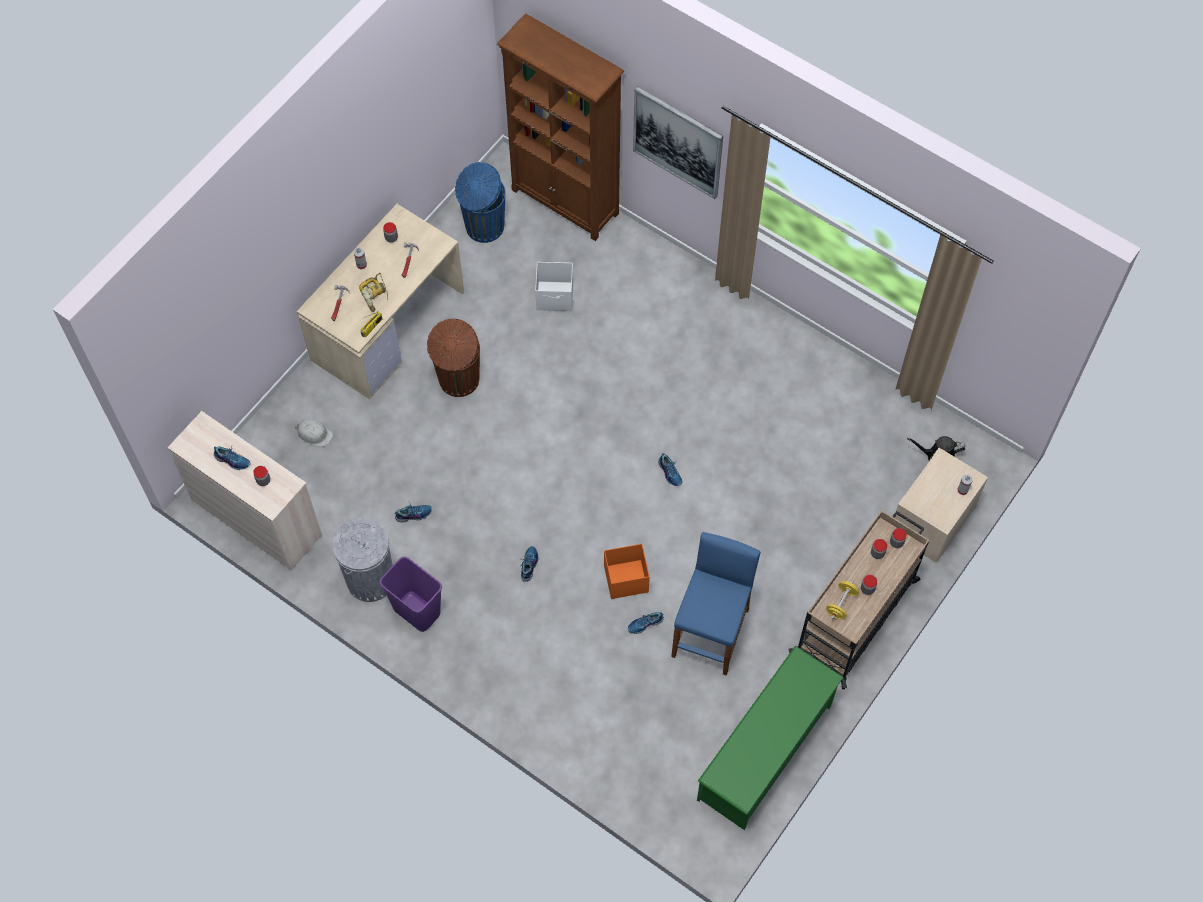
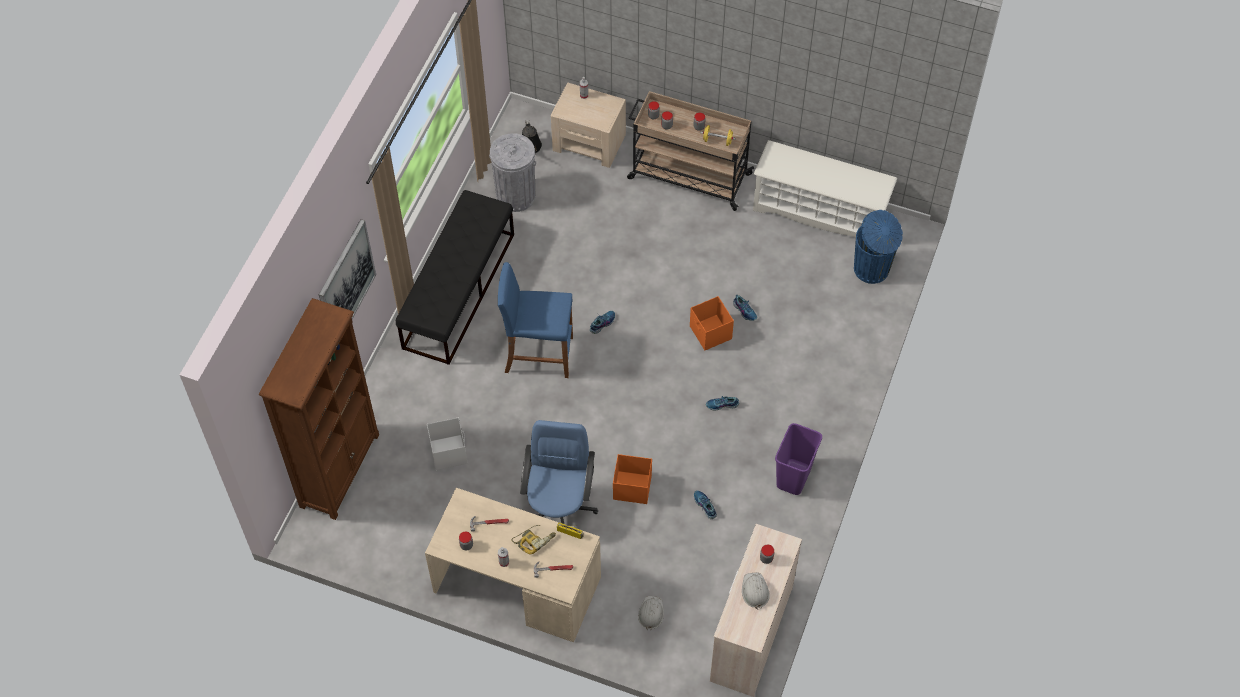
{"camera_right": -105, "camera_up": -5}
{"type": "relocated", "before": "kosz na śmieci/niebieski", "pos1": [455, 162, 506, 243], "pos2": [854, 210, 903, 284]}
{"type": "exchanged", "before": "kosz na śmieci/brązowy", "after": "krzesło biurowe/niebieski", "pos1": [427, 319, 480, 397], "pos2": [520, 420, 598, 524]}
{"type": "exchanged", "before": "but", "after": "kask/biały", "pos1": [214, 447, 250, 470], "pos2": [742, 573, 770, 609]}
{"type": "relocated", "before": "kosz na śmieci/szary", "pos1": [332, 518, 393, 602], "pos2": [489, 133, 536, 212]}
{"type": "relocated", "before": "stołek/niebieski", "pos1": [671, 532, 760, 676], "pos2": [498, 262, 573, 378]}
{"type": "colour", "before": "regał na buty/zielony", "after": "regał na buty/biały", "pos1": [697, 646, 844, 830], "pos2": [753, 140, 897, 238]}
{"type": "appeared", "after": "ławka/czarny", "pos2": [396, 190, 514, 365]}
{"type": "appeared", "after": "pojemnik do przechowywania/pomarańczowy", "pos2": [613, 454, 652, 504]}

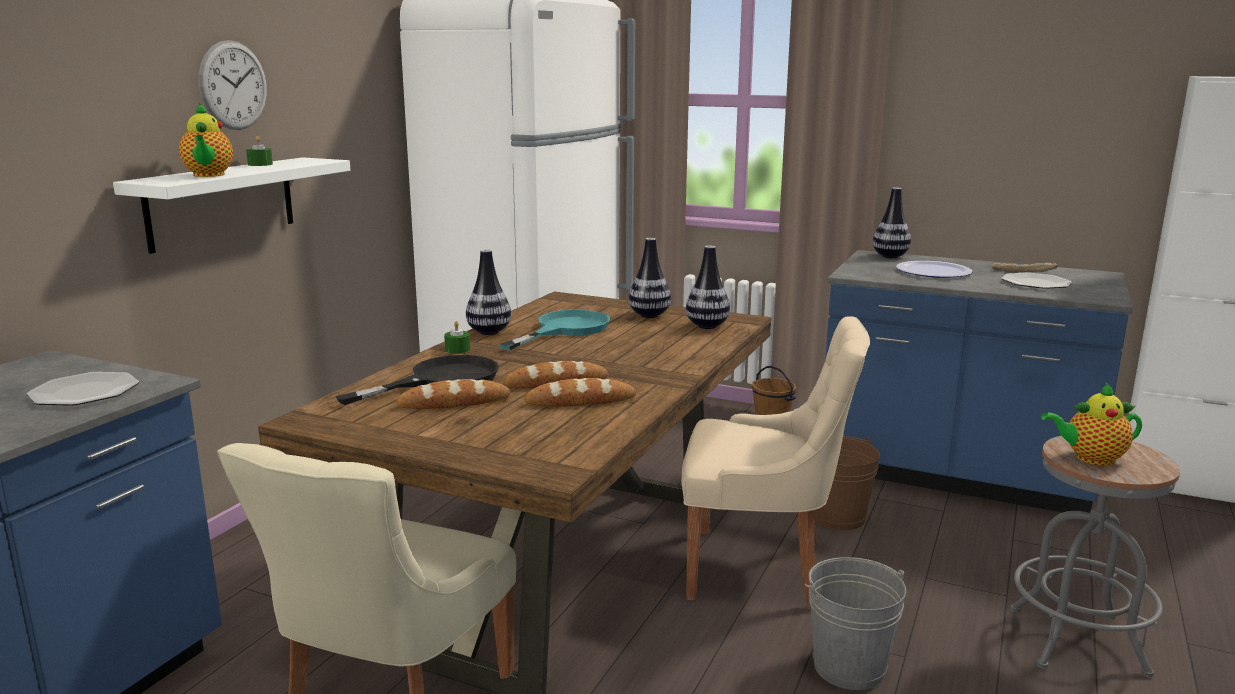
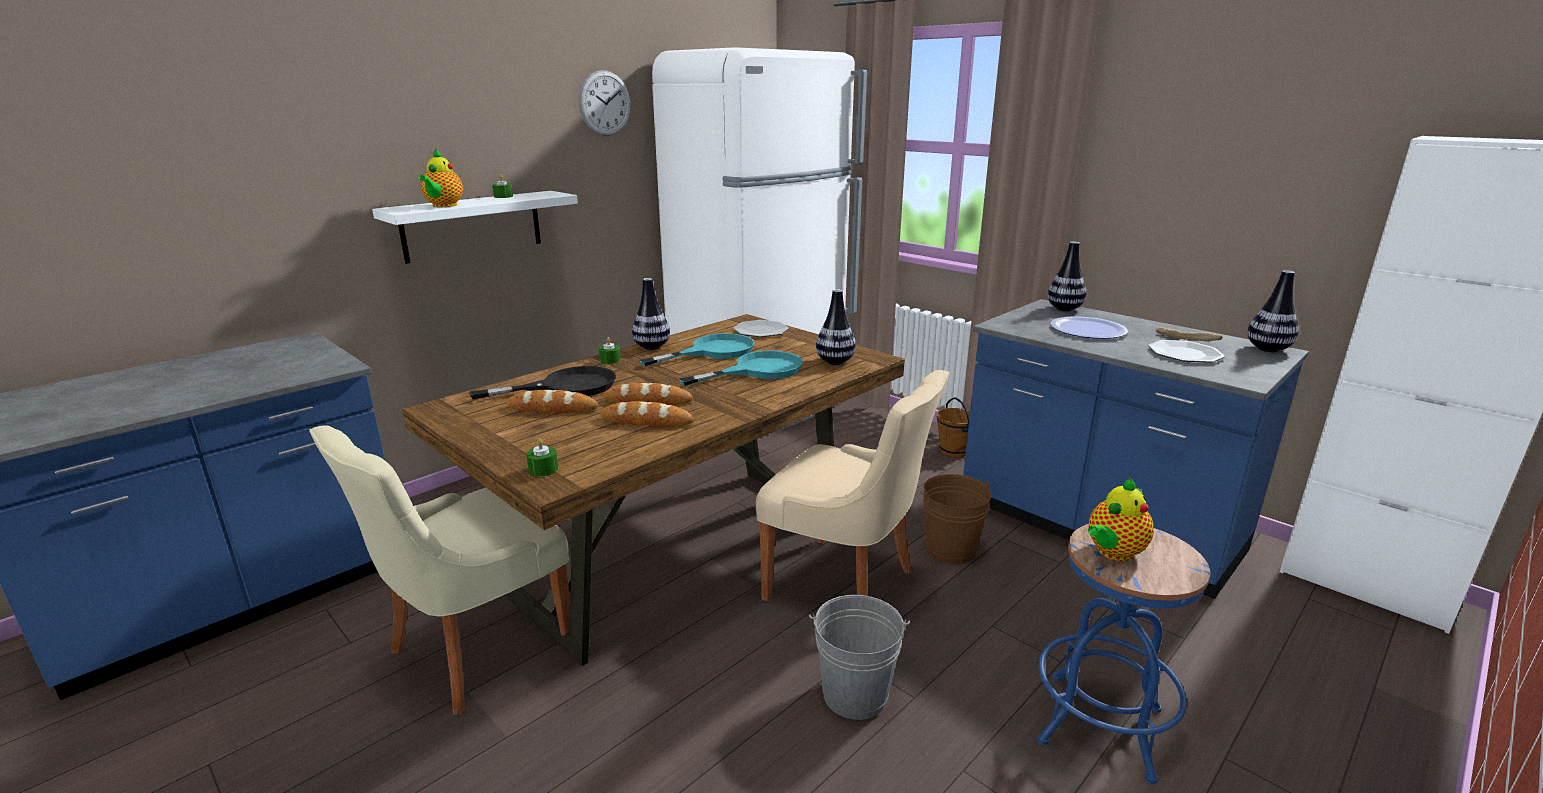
{"camera_right": 20, "camera_up": 5}
{"type": "relocated", "before": "zegar ścienny", "pos1": [199, 40, 267, 130], "pos2": [579, 70, 631, 136]}
{"type": "relocated", "before": "wazon", "pos1": [629, 238, 671, 318], "pos2": [1247, 270, 1299, 352]}
{"type": "relocated", "before": "talerz", "pos1": [27, 372, 139, 406], "pos2": [733, 320, 789, 337]}
{"type": "spun", "before": "imbryk", "pos1": [1041, 383, 1142, 466], "pos2": [1088, 477, 1154, 561], "turn": -60}
{"type": "colour", "before": "stołek/szary", "after": "stołek/niebieski", "pos1": [1010, 436, 1180, 678], "pos2": [1037, 524, 1211, 784]}
{"type": "appeared", "after": "patelnia/turkusowy", "pos2": [679, 350, 803, 386]}
{"type": "appeared", "after": "świeca/zielony", "pos2": [526, 438, 558, 477]}

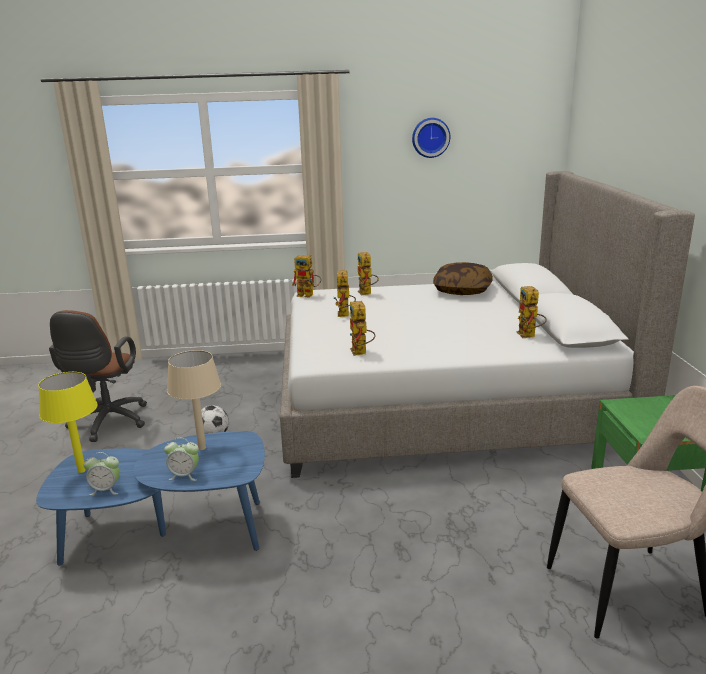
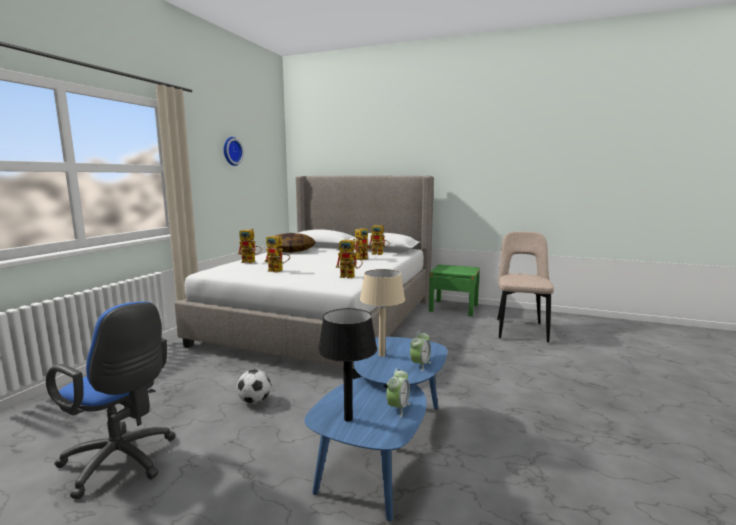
{"camera_right": -65, "camera_up": -10}
{"type": "relocated", "before": "robot zabawkowy", "pos1": [292, 254, 321, 298], "pos2": [355, 227, 372, 260]}
{"type": "colour", "before": "krzesło biurowe/brązowy", "after": "krzesło biurowe/niebieski", "pos1": [49, 310, 147, 442], "pos2": [46, 302, 176, 499]}
{"type": "colour", "before": "lampa stołowa/żółty", "after": "lampa stołowa/czarny", "pos1": [38, 372, 98, 473], "pos2": [318, 308, 377, 422]}

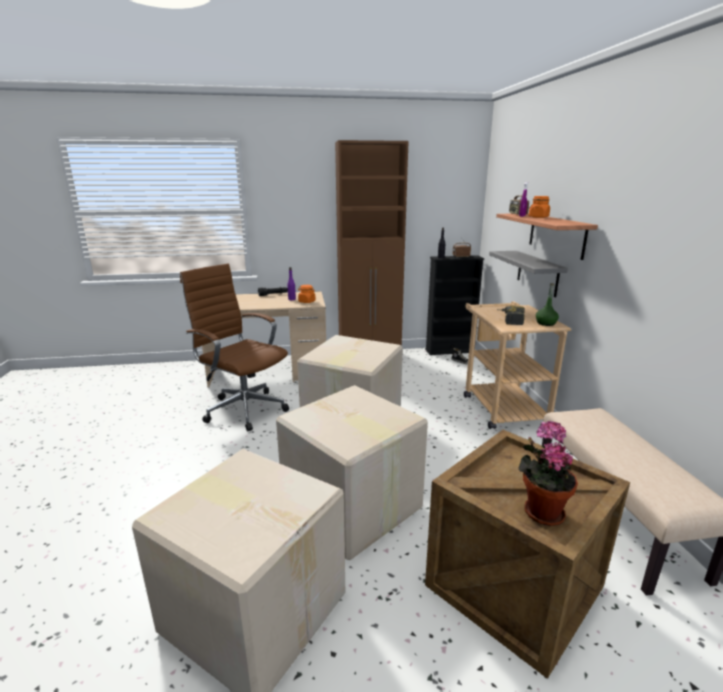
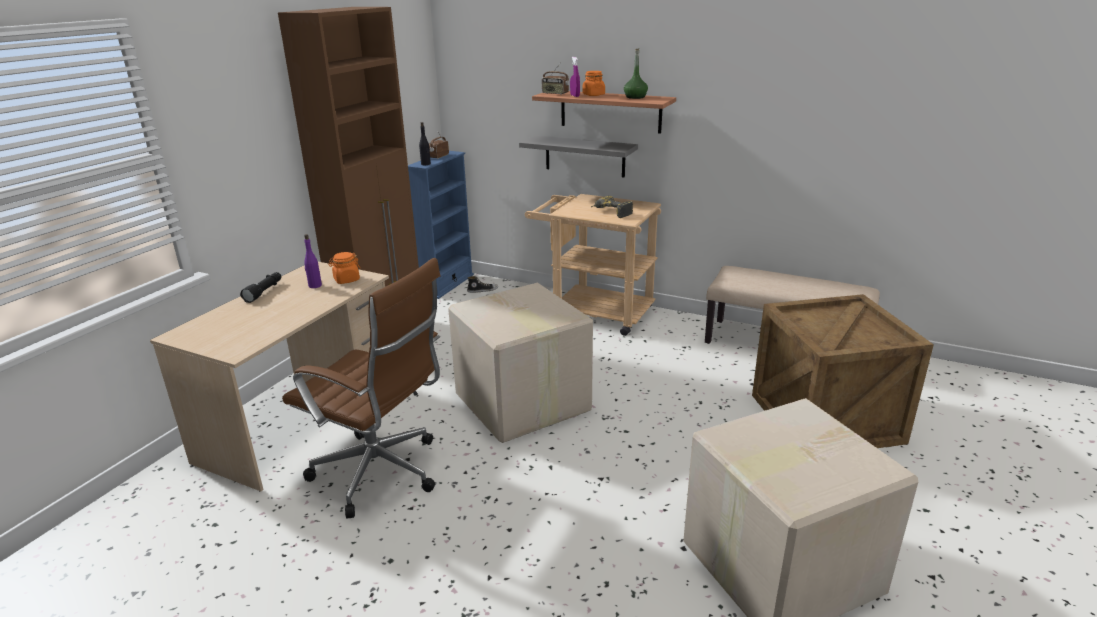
{"camera_right": -55, "camera_up": 5}
{"type": "colour", "before": "regał/czarny", "after": "regał/niebieski", "pos1": [425, 255, 485, 355], "pos2": [408, 151, 474, 299]}
{"type": "spun", "before": "krzesło biurowe/brązowy", "pos1": [180, 264, 289, 431], "pos2": [282, 258, 441, 518], "turn": -135}
{"type": "relocated", "before": "butelka/zielony", "pos1": [536, 283, 559, 326], "pos2": [624, 49, 648, 99]}
{"type": "missing", "before": "karton", "pos1": [276, 385, 428, 560]}
{"type": "missing", "before": "roślina doniczkowa", "pos1": [519, 421, 578, 526]}

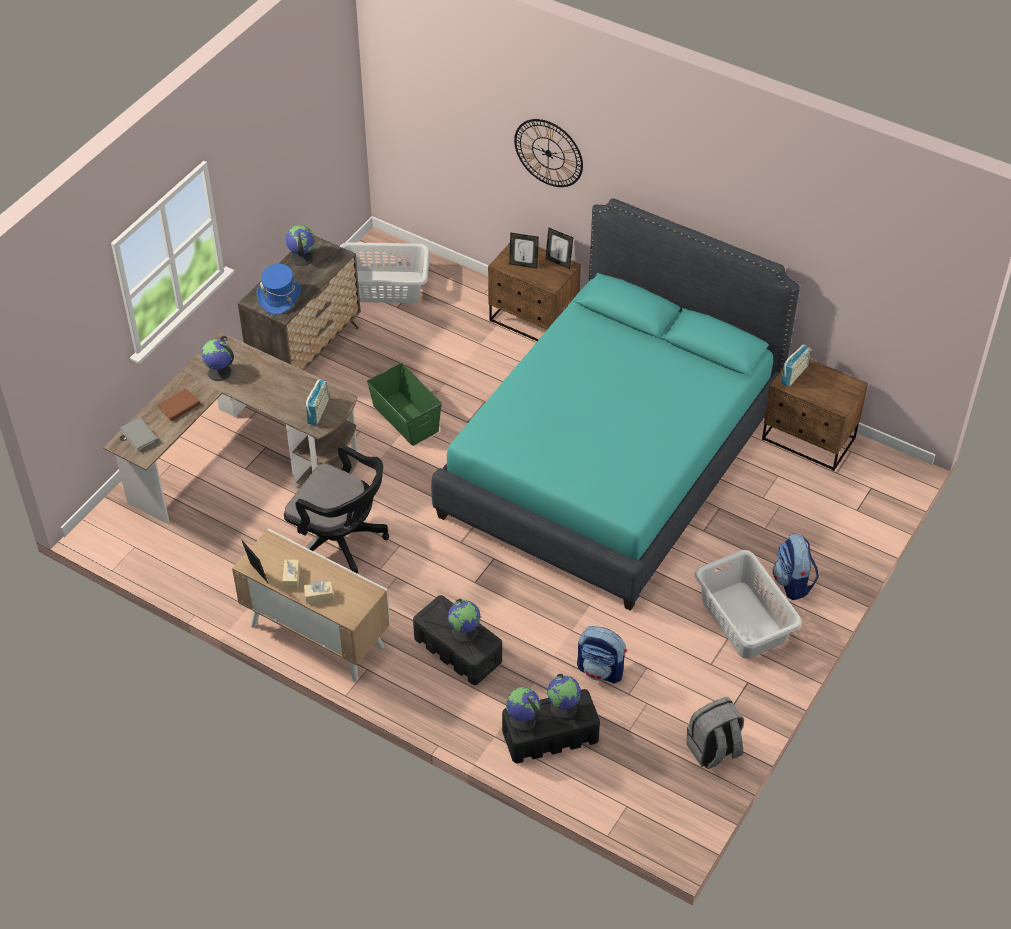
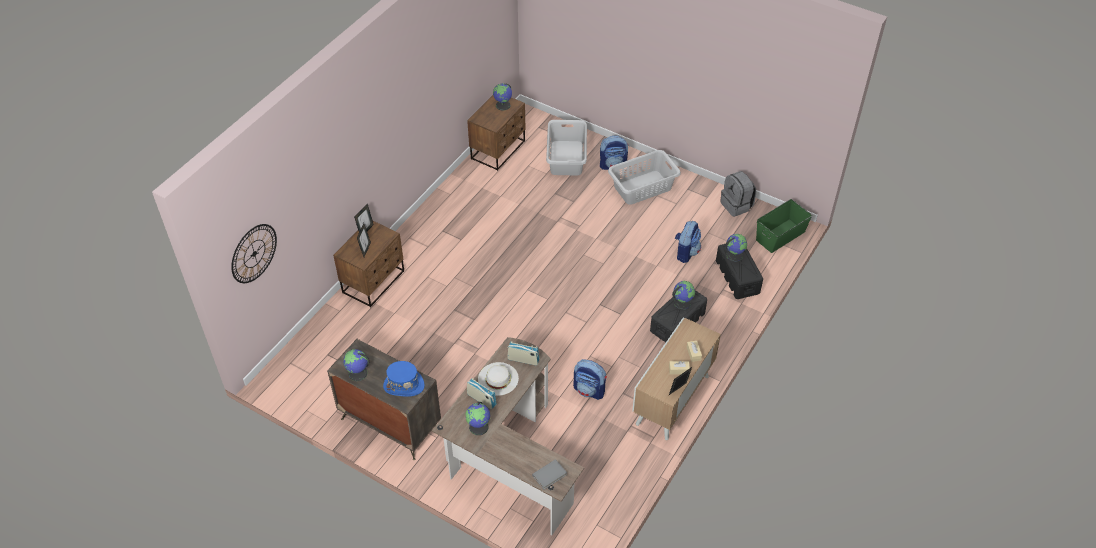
{"camera_right": -90, "camera_up": 0}
{"type": "relocated", "before": "zegar ścienny", "pos1": [514, 119, 583, 187], "pos2": [231, 224, 277, 283]}
{"type": "missing", "before": "łóżko/turkusowy", "pos1": [431, 198, 800, 611]}
{"type": "relocated", "before": "kosz na pranie/szary", "pos1": [340, 242, 430, 303], "pos2": [546, 120, 587, 176]}
{"type": "relocated", "before": "radio", "pos1": [780, 344, 811, 387], "pos2": [467, 378, 497, 409]}
{"type": "relocated", "before": "pojemnik do przechowywania/zielony", "pos1": [367, 363, 442, 446], "pos2": [756, 199, 812, 253]}
{"type": "missing", "before": "książka/brązowy", "pos1": [158, 388, 200, 421]}
{"type": "exchanged", "before": "krzesło biurowe/czarny", "after": "plecak", "pos1": [284, 444, 389, 573], "pos2": [573, 359, 607, 400]}
{"type": "relocated", "before": "globus", "pos1": [506, 687, 541, 732], "pos2": [493, 83, 512, 110]}
{"type": "appeared", "after": "kapelusz/biały", "pos2": [478, 362, 519, 396]}

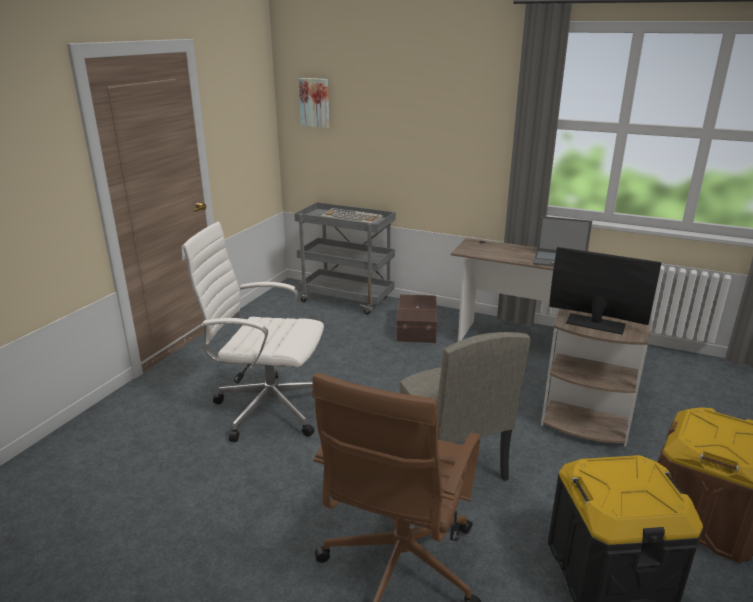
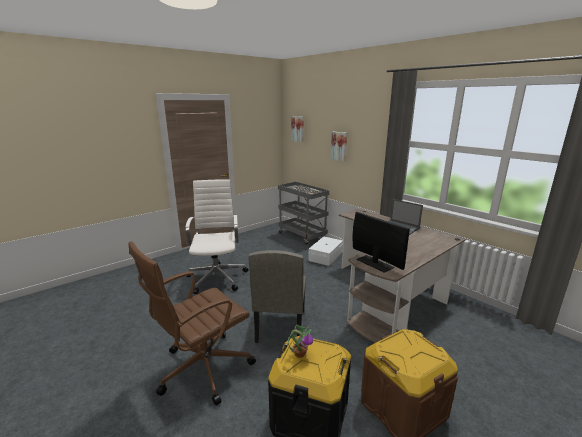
{"camera_right": 25, "camera_up": -5}
{"type": "spun", "before": "krzesło biurowe/biały", "pos1": [182, 222, 324, 442], "pos2": [186, 179, 248, 294], "turn": 45}
{"type": "colour", "before": "pojemnik do przechowywania/brązowy", "after": "pojemnik do przechowywania/biały", "pos1": [397, 295, 437, 343], "pos2": [308, 236, 343, 266]}
{"type": "appeared", "after": "obraz", "pos2": [331, 132, 347, 161]}
{"type": "appeared", "after": "roślina doniczkowa", "pos2": [288, 325, 313, 358]}

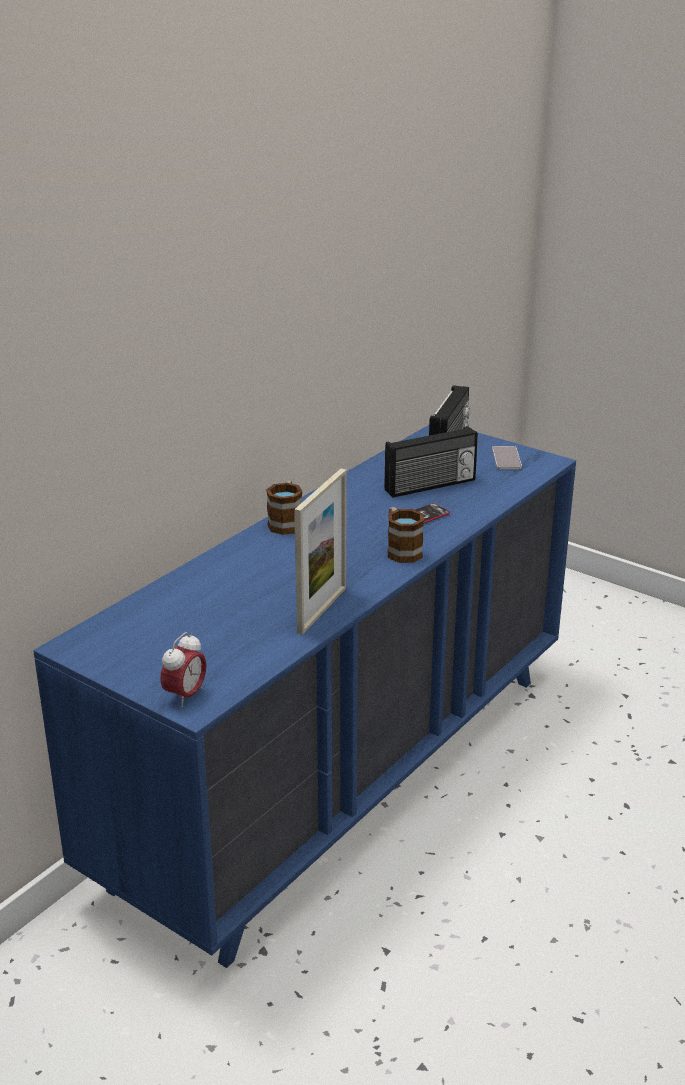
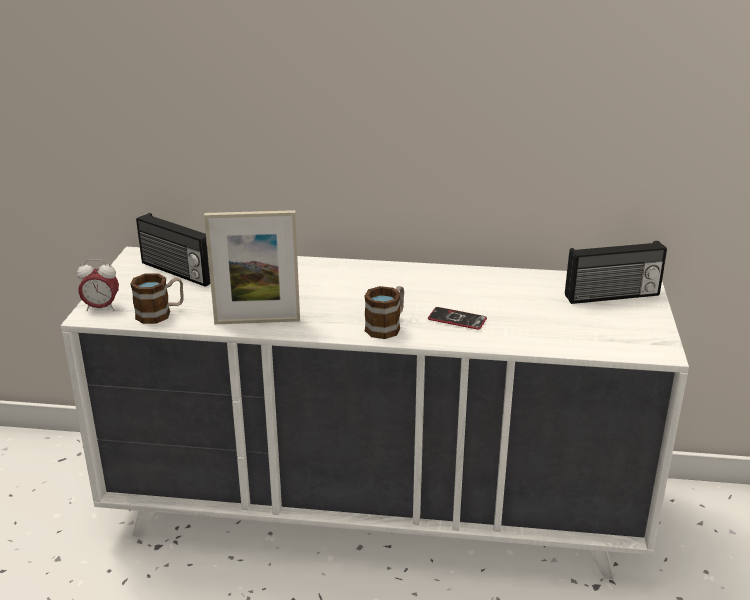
{"camera_right": 60, "camera_up": 0}
{"type": "colour", "before": "komoda/niebieski", "after": "komoda/biały", "pos1": [33, 425, 576, 968], "pos2": [61, 247, 689, 579]}
{"type": "relocated", "before": "radio", "pos1": [384, 426, 478, 498], "pos2": [136, 213, 211, 287]}
{"type": "missing", "before": "telefon", "pos1": [492, 446, 522, 469]}
{"type": "relocated", "before": "kubek", "pos1": [266, 480, 302, 535], "pos2": [130, 273, 184, 324]}

